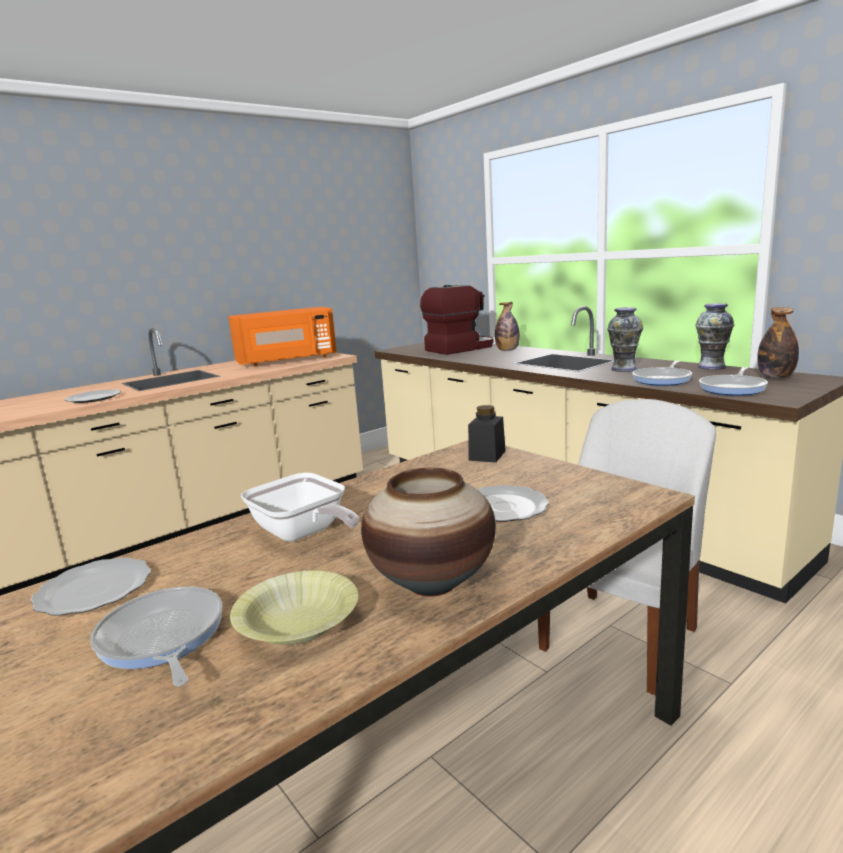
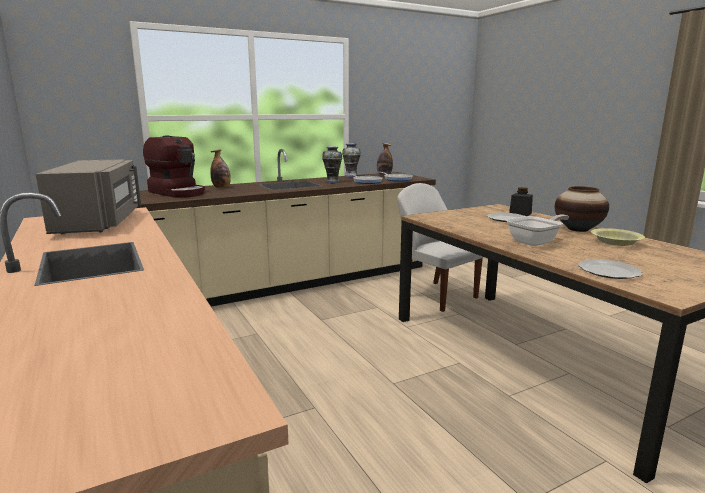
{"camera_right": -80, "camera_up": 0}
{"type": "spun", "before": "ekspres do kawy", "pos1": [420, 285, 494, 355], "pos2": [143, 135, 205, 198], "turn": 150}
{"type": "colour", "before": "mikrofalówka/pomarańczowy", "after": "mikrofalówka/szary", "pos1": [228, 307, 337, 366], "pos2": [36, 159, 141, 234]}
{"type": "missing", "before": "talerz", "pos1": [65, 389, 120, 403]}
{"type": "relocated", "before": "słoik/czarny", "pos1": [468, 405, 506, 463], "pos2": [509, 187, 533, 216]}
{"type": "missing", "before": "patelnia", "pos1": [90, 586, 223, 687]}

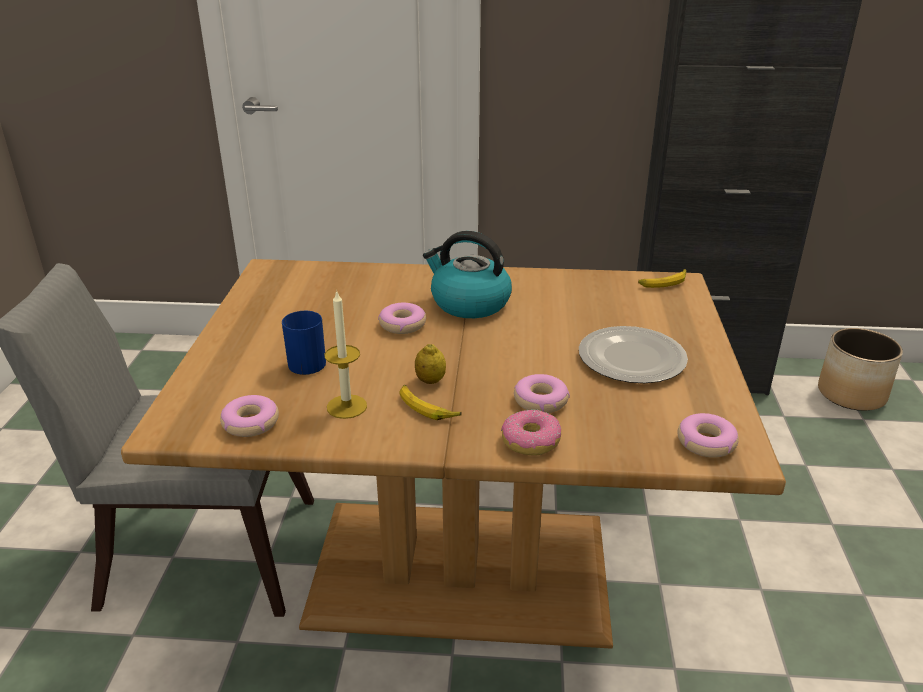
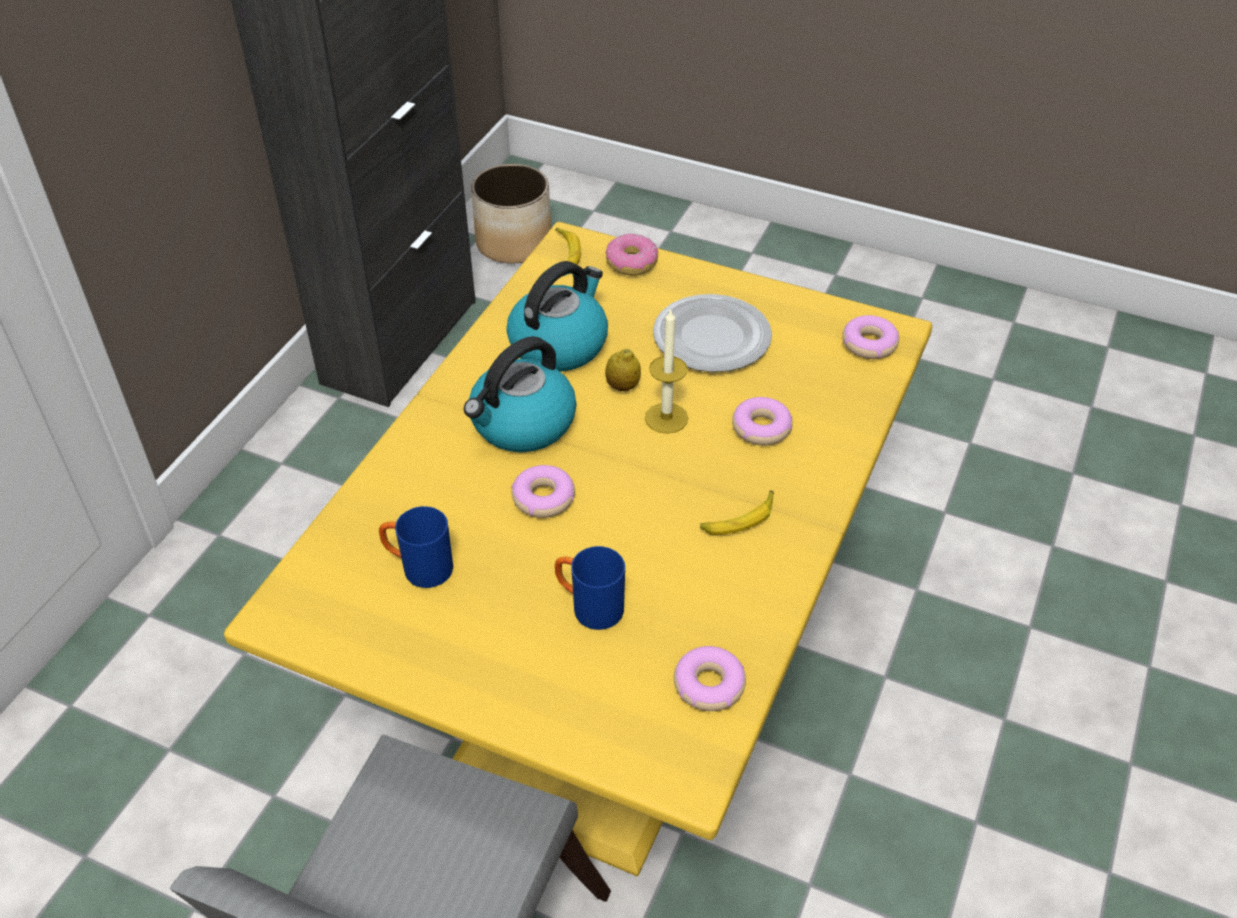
{"camera_right": -70, "camera_up": 15}
{"type": "colour", "before": "stół jadalny/brązowy", "after": "stół jadalny/żółty", "pos1": [121, 259, 786, 649], "pos2": [224, 222, 932, 876]}
{"type": "relocated", "before": "świeca", "pos1": [324, 290, 367, 419], "pos2": [645, 308, 688, 434]}
{"type": "relocated", "before": "cytryna", "pos1": [415, 344, 446, 384], "pos2": [605, 349, 641, 391]}
{"type": "relocated", "before": "donut", "pos1": [501, 410, 561, 456], "pos2": [606, 233, 658, 276]}
{"type": "appeared", "after": "czajnik", "pos2": [507, 261, 608, 372]}
{"type": "appeared", "after": "kubek/niebieski", "pos2": [379, 506, 453, 588]}

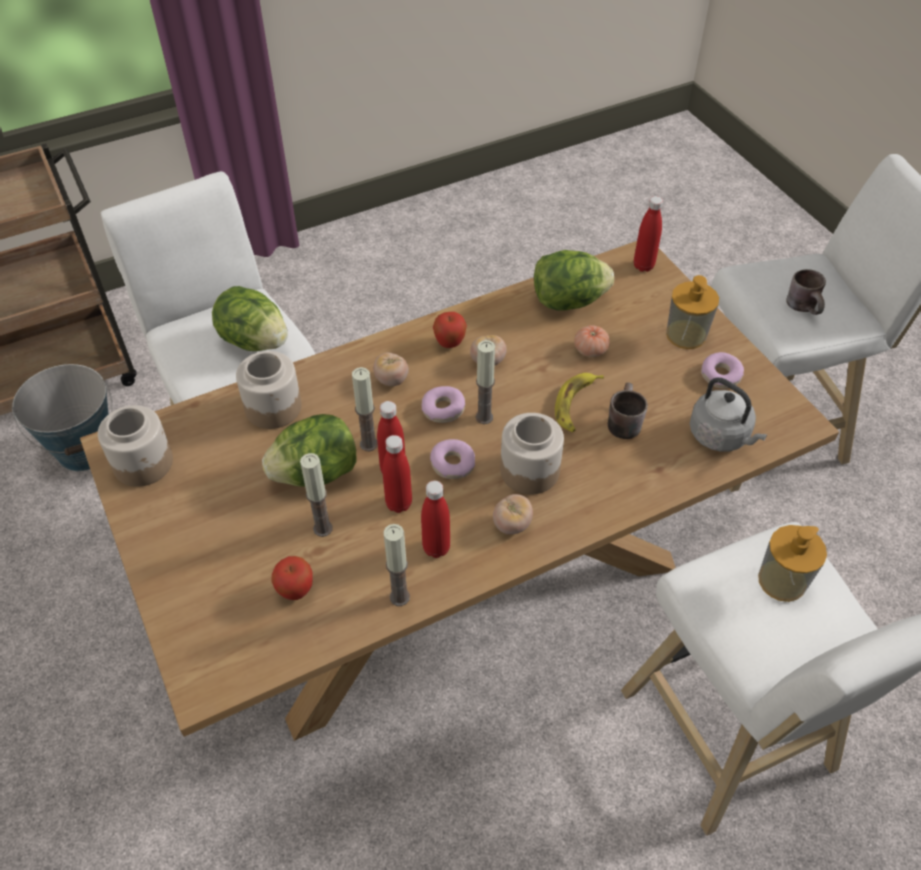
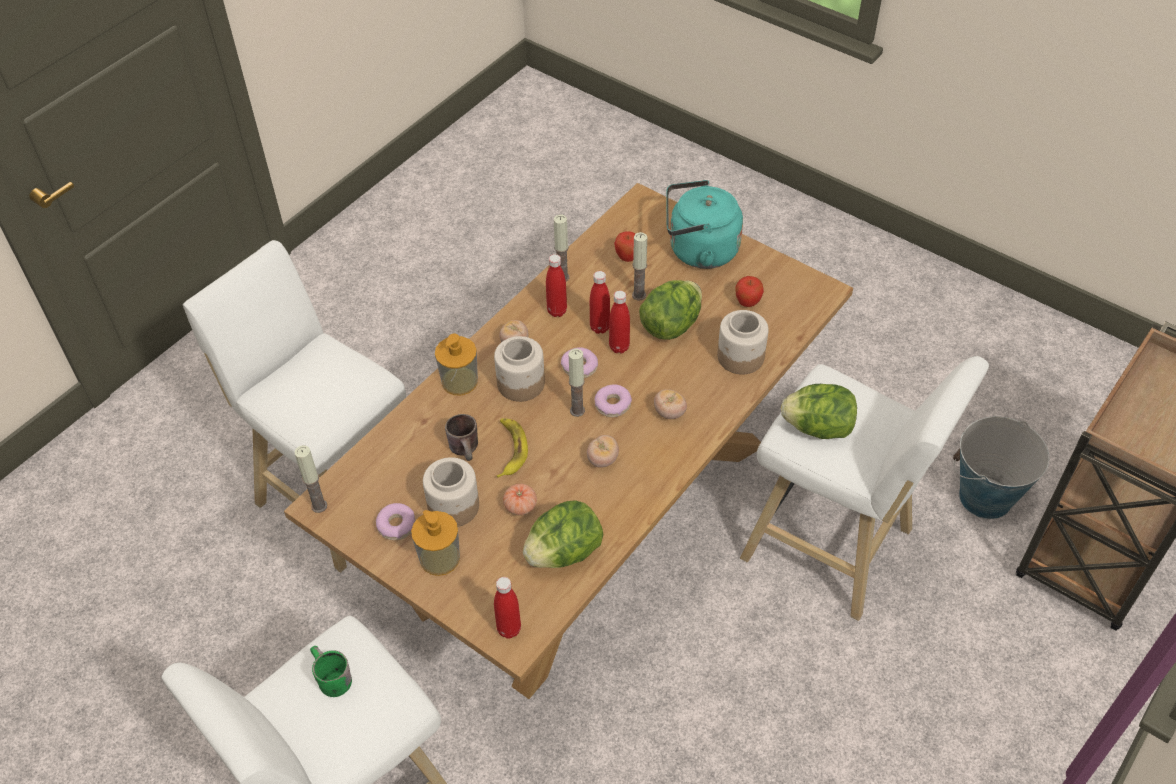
{"camera_right": 155, "camera_up": 0}
{"type": "colour", "before": "kubek/brązowy", "after": "kubek/zielony", "pos1": [786, 269, 826, 315], "pos2": [310, 646, 352, 697]}
{"type": "relocated", "before": "jabłko", "pos1": [433, 312, 467, 348], "pos2": [735, 276, 764, 307]}
{"type": "relocated", "before": "świeca", "pos1": [352, 367, 378, 451], "pos2": [295, 445, 327, 513]}
{"type": "missing", "before": "czajnik/szary", "pos1": [690, 377, 767, 452]}
{"type": "relocated", "before": "słoik", "pos1": [98, 405, 173, 487], "pos2": [423, 457, 479, 527]}
{"type": "relocated", "before": "dozownik mydła", "pos1": [758, 525, 827, 602], "pos2": [435, 334, 478, 395]}
{"type": "appeared", "after": "czajnik/turkusowy", "pos2": [666, 180, 743, 269]}

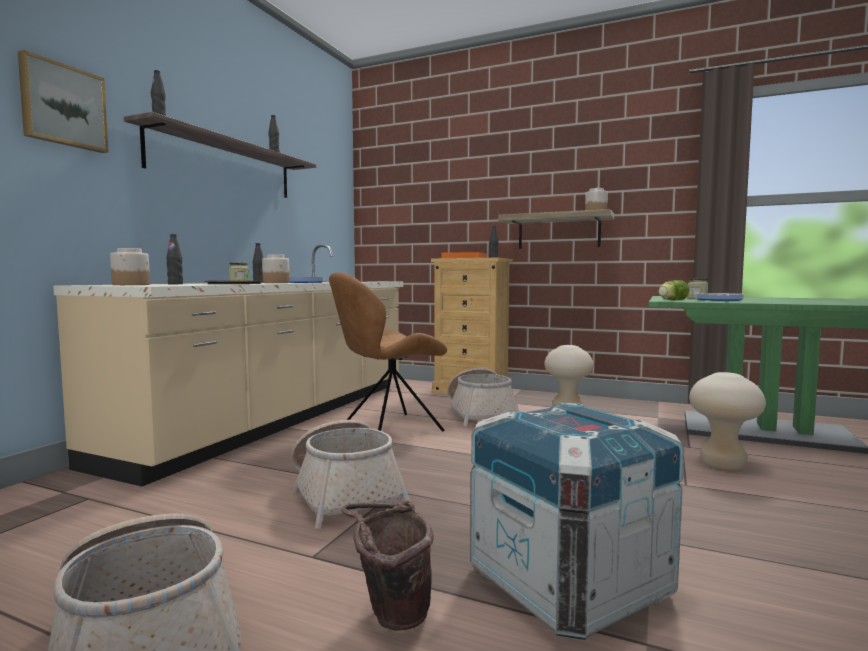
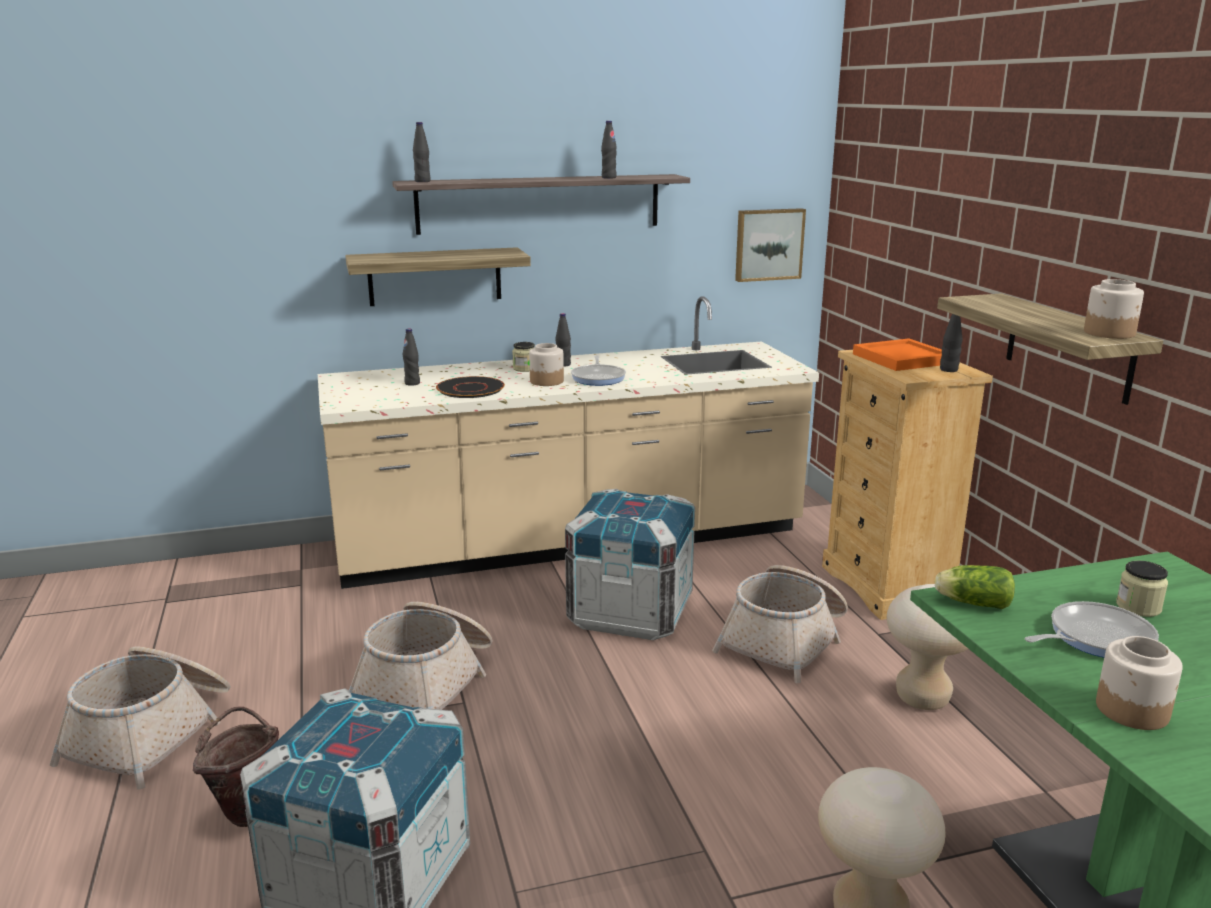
{"camera_right": 50, "camera_up": 15}
{"type": "relocated", "before": "obraz", "pos1": [18, 50, 108, 153], "pos2": [735, 208, 806, 282]}
{"type": "relocated", "before": "słoik", "pos1": [110, 248, 150, 285], "pos2": [1096, 636, 1183, 730]}
{"type": "exchanged", "before": "krzesło/brązowy", "after": "skrzynka", "pos1": [329, 272, 447, 432], "pos2": [565, 489, 695, 640]}
{"type": "appeared", "after": "półka", "pos2": [345, 247, 531, 306]}

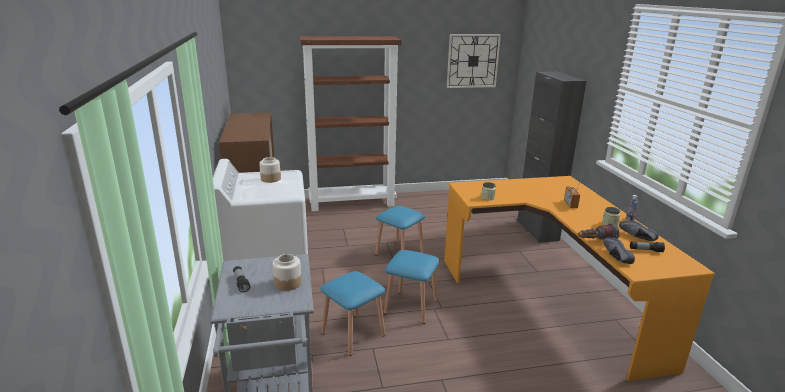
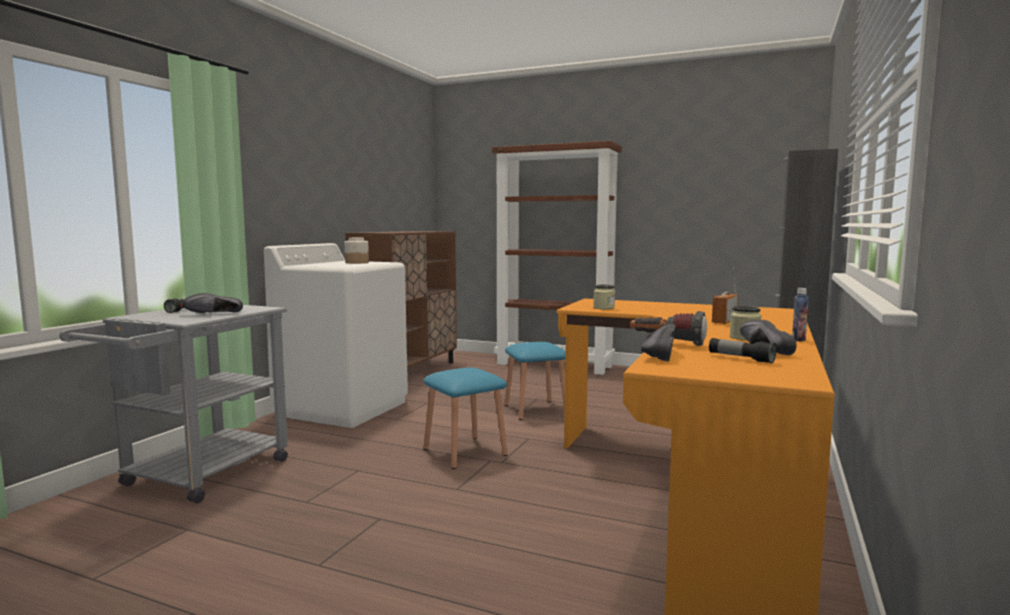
{"camera_right": 35, "camera_up": -15}
{"type": "missing", "before": "zegar ścienny", "pos1": [447, 34, 501, 88]}
{"type": "exchanged", "before": "słoik", "after": "but/czarny", "pos1": [273, 254, 301, 291], "pos2": [182, 293, 243, 313]}
{"type": "missing", "before": "stołek/niebieski", "pos1": [320, 271, 386, 356]}

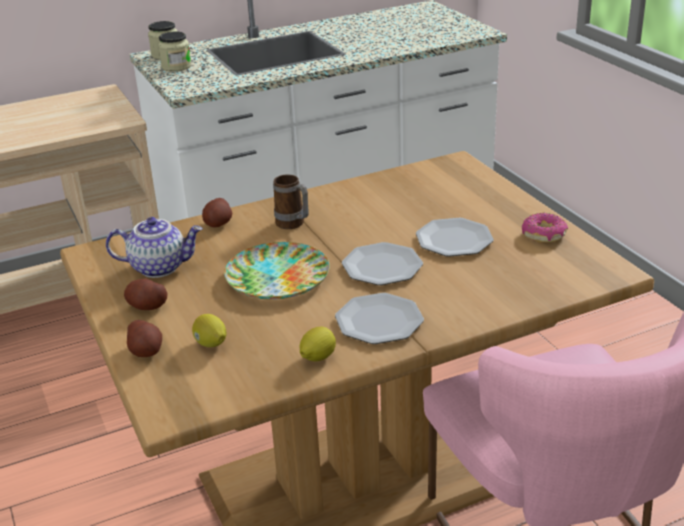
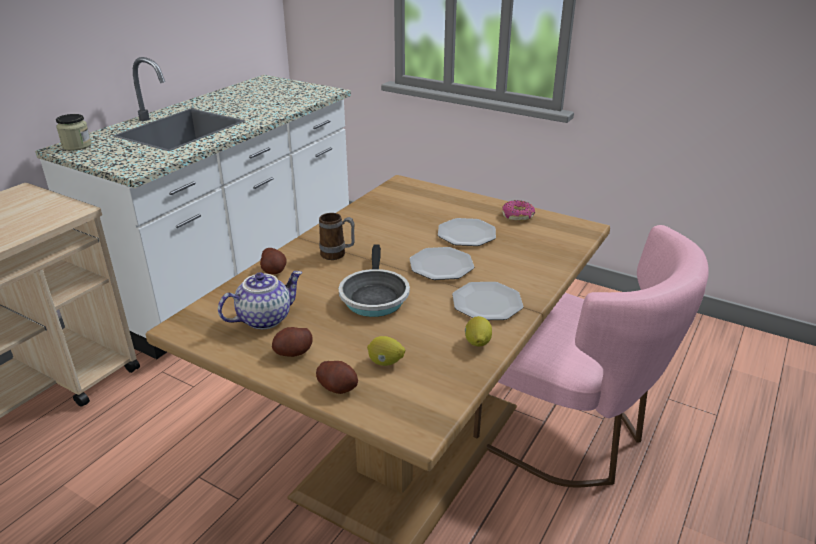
{"camera_right": -35, "camera_up": 0}
{"type": "missing", "before": "słoik", "pos1": [158, 32, 191, 72]}
{"type": "exchanged", "before": "talerz", "after": "patelnia", "pos1": [224, 242, 330, 299], "pos2": [339, 244, 410, 317]}

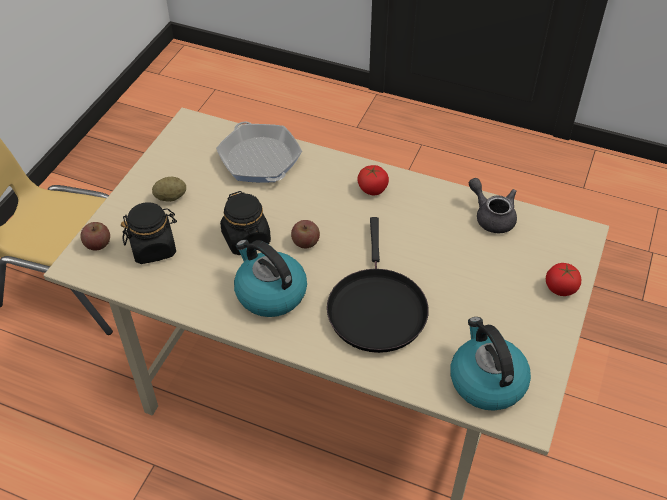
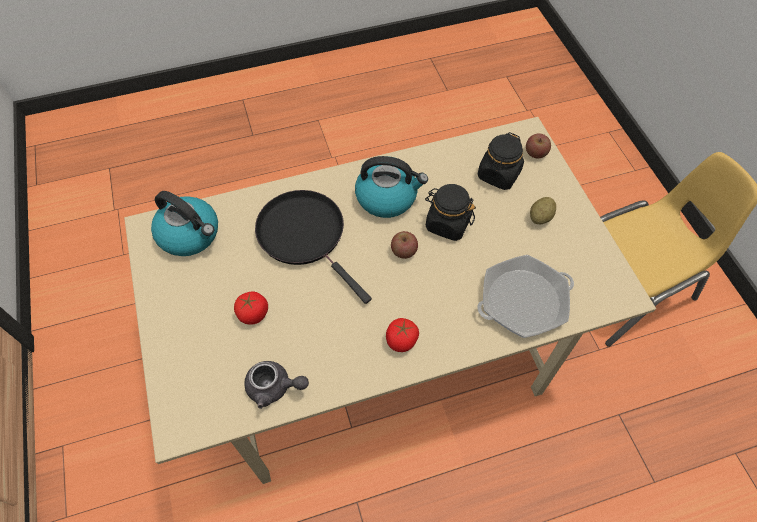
{"camera_right": 140, "camera_up": 10}
{"type": "spun", "before": "patelnia", "pos1": [216, 121, 302, 183], "pos2": [477, 255, 574, 338], "turn": -45}
{"type": "relocated", "before": "pomidor", "pos1": [546, 263, 581, 296], "pos2": [234, 292, 268, 325]}

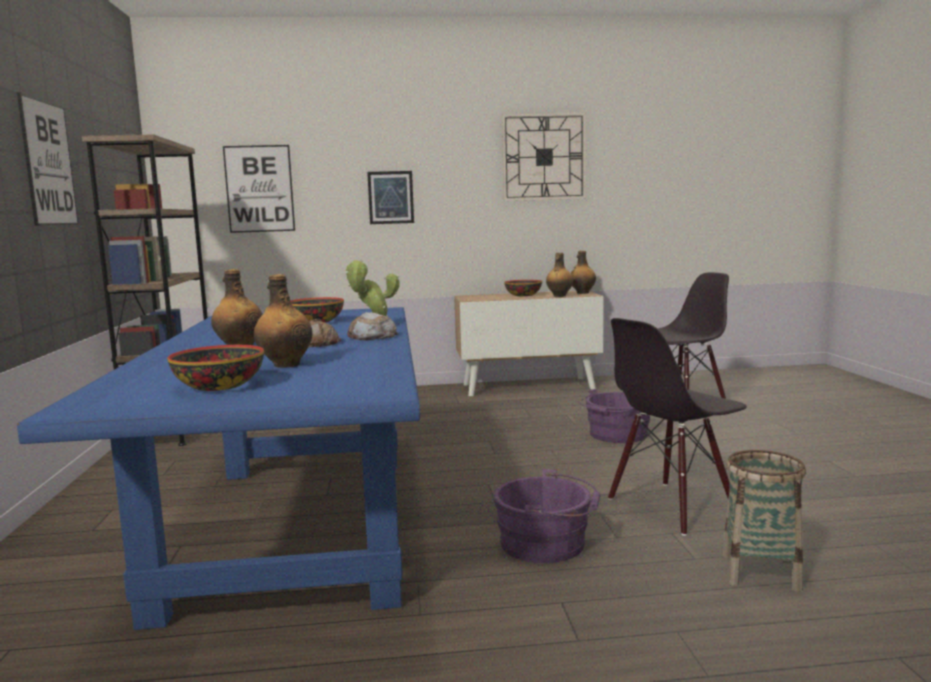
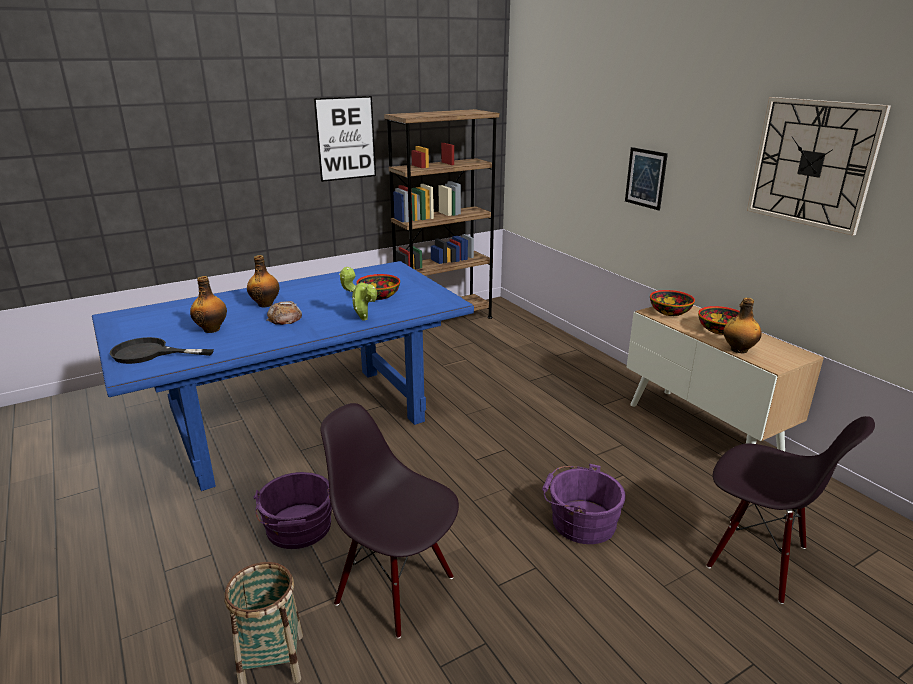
{"camera_right": 65, "camera_up": 15}
{"type": "missing", "before": "obraz", "pos1": [223, 145, 295, 233]}
{"type": "missing", "before": "butelka", "pos1": [571, 251, 596, 294]}
{"type": "missing", "before": "chleb", "pos1": [347, 312, 398, 340]}
{"type": "relocated", "before": "miska", "pos1": [167, 345, 264, 391], "pos2": [650, 290, 695, 316]}
{"type": "appeared", "after": "patelnia/czarny", "pos2": [110, 337, 214, 364]}

